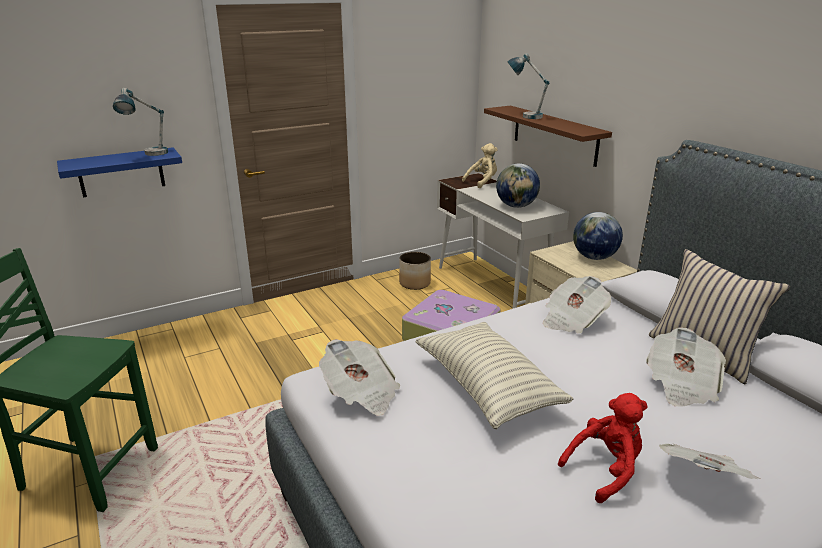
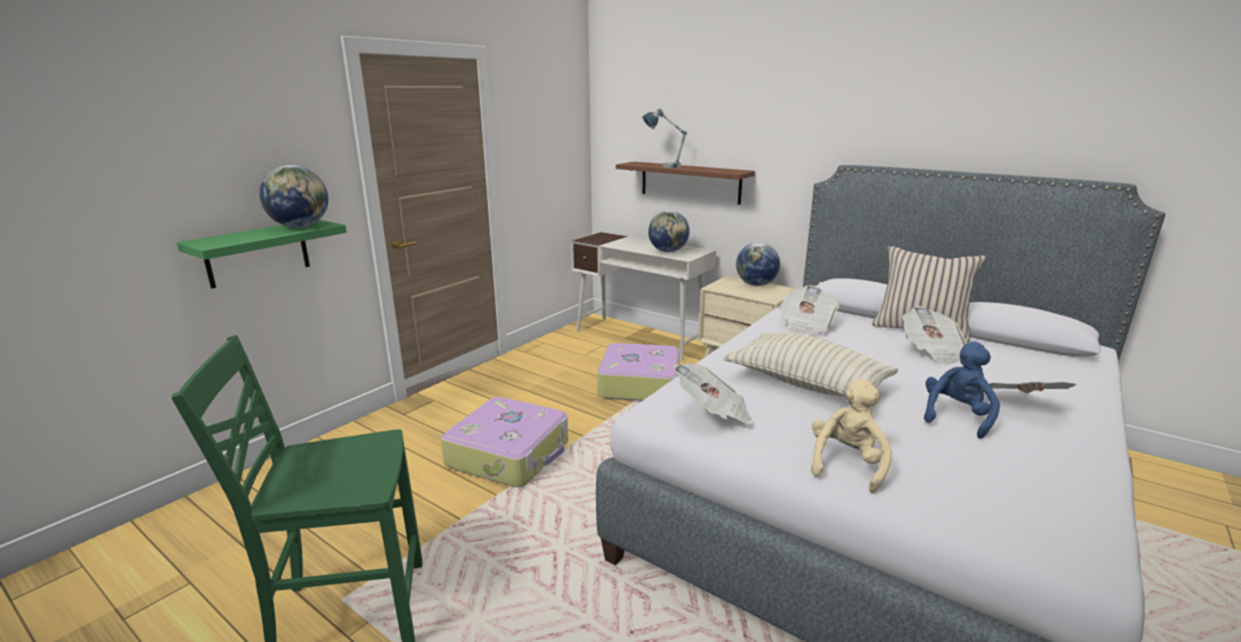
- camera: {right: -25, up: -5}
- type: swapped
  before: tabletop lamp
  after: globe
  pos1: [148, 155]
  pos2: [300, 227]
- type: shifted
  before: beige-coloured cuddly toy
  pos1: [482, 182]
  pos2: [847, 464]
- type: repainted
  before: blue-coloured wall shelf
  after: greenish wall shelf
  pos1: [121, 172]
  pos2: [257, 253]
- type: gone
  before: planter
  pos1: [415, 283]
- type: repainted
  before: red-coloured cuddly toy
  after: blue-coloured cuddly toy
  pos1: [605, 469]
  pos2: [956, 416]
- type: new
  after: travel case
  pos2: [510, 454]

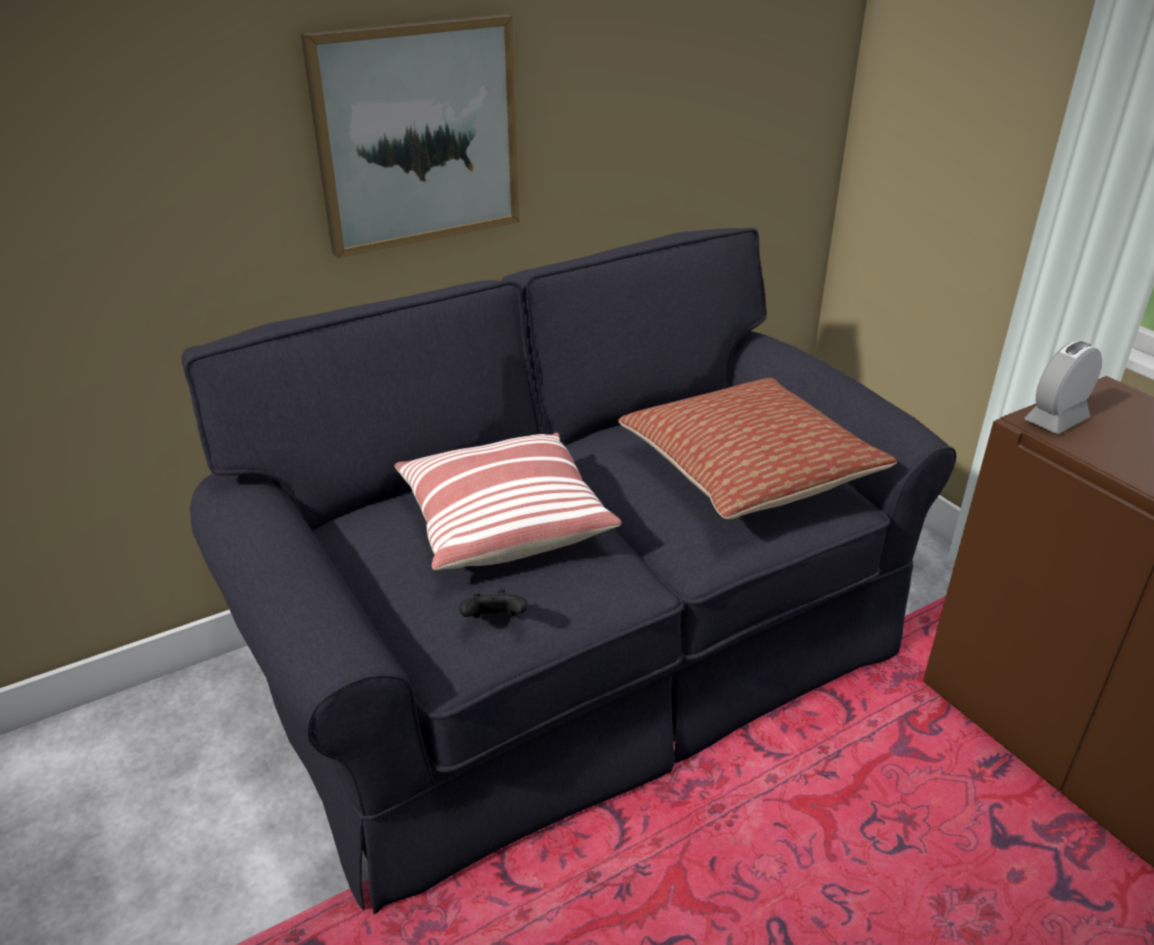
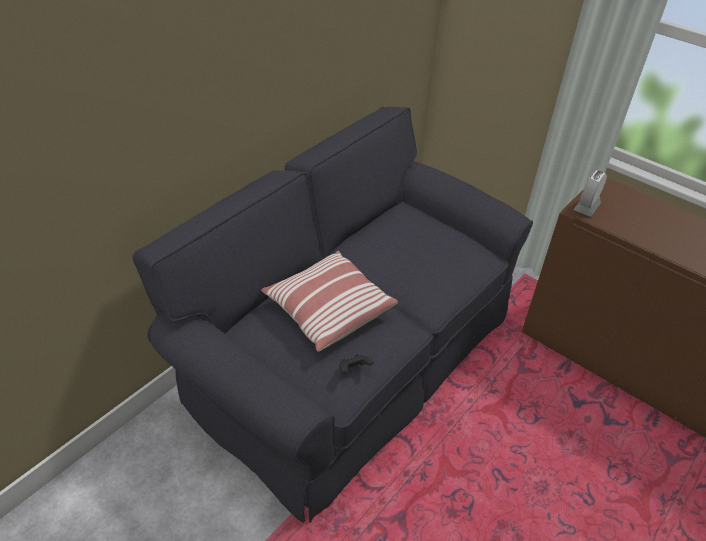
- camera: {right: -20, up: 10}
- type: gone
  before: wall picture
  pos1: [417, 135]
- type: gone
  before: cushion
  pos1: [748, 470]

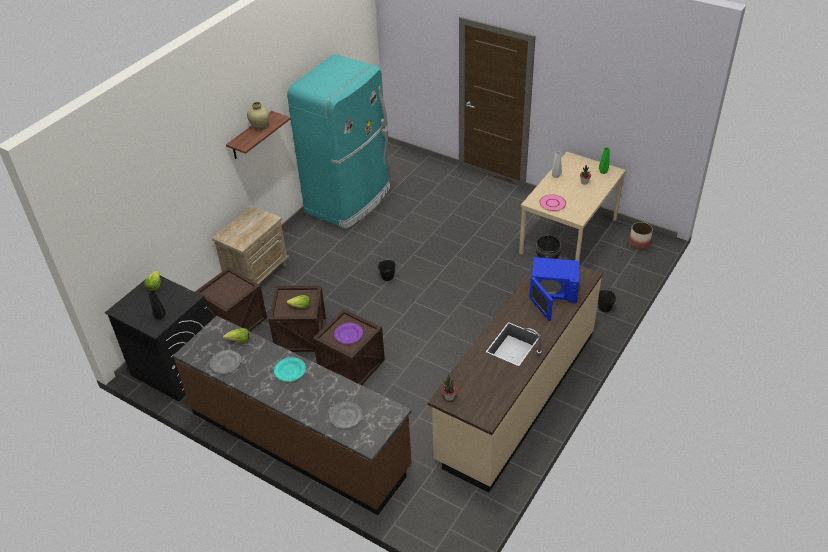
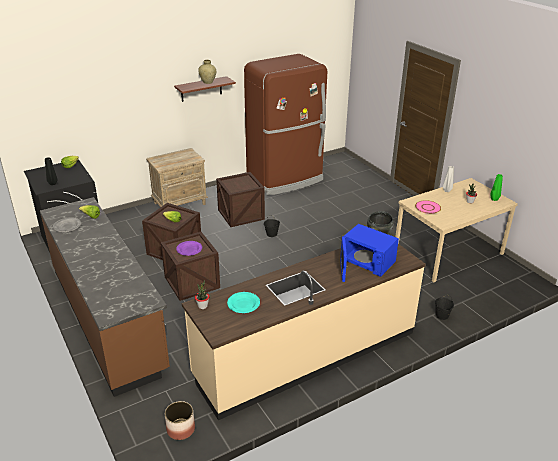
- camera: {right: 25, up: -10}
- type: repainted
  before: blue-green refrigerator
  after: brown refrigerator
  pos1: [349, 200]
  pos2: [285, 179]
- type: shifted
  before: planter
  pos1: [639, 242]
  pos2: [180, 429]
- type: shifted
  before: shipping crate
  pos1: [235, 321]
  pos2: [241, 214]
- type: shifted
  before: blue-green flat dish
  pos1: [290, 370]
  pos2: [243, 304]
- type: gone
  before: greyish flat dish
  pos1: [345, 416]

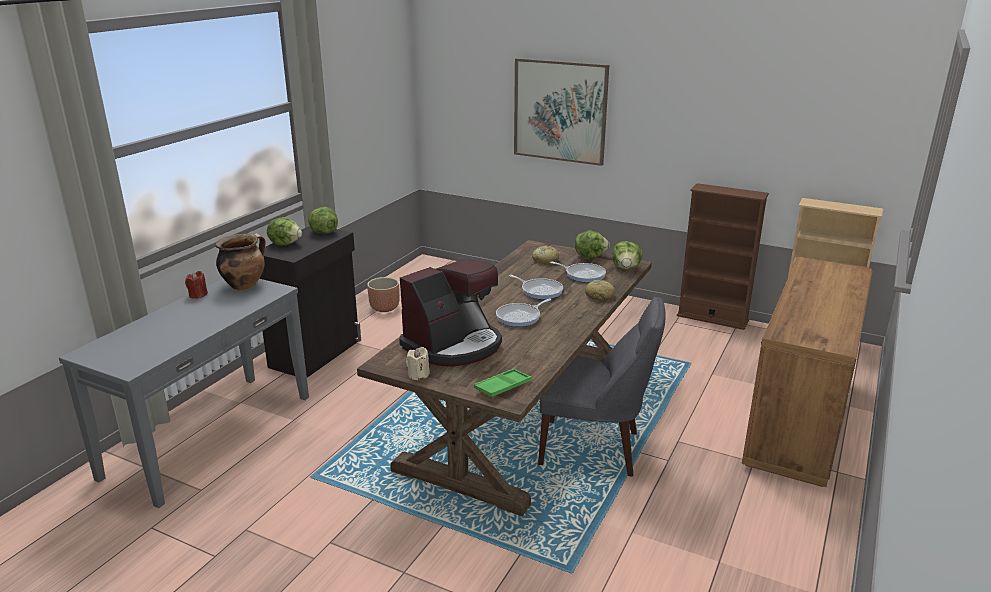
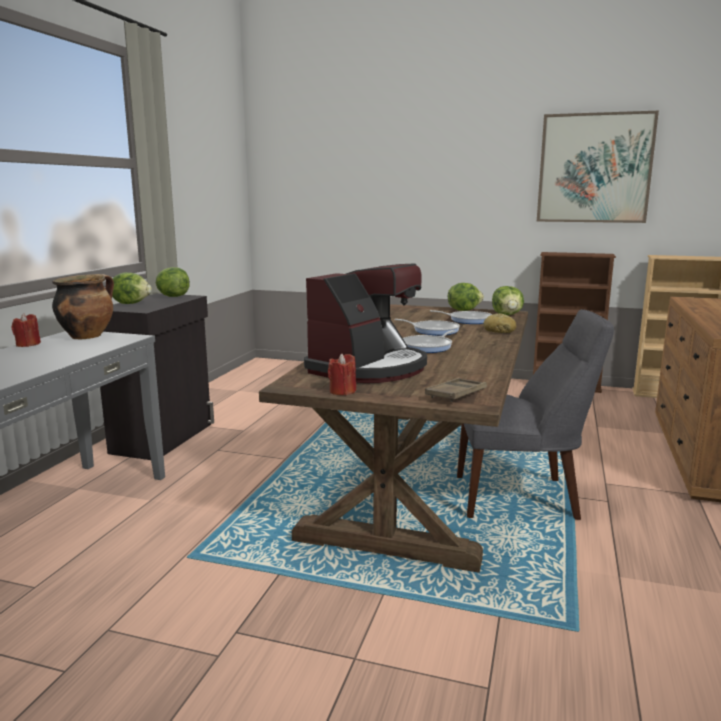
- camera: {right: -10, up: -10}
- type: shifted
  before: wall picture
  pos1: [560, 111]
  pos2: [594, 168]
- type: gone
  before: bakery bread
  pos1: [545, 260]
- type: gone
  before: brown planter
  pos1: [384, 308]
- type: repainted
  before: beige-coloured wax light
  after: red-coloured wax light
  pos1: [418, 375]
  pos2: [342, 391]
- type: repainted
  before: greenish serving tray
  after: brown serving tray
  pos1: [503, 386]
  pos2: [456, 394]

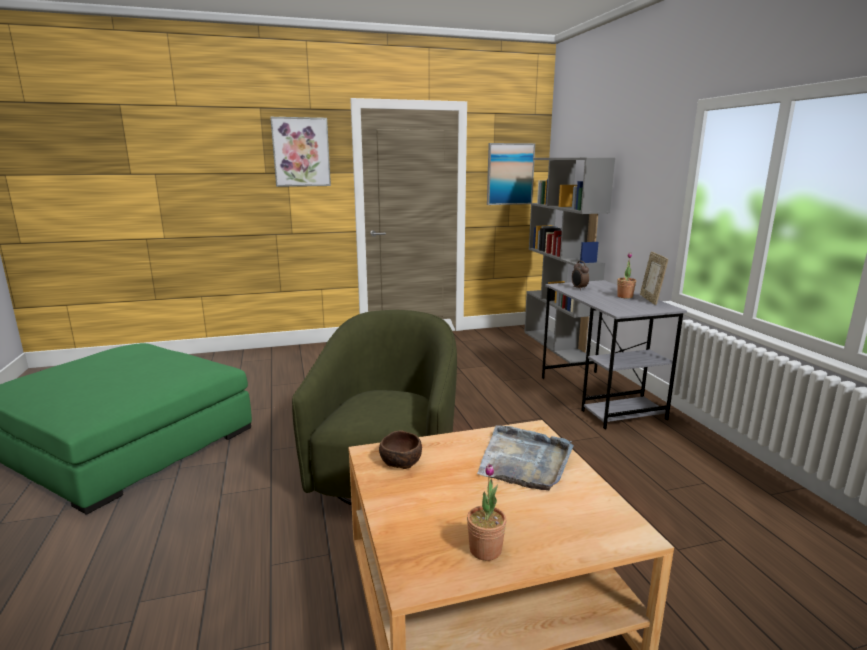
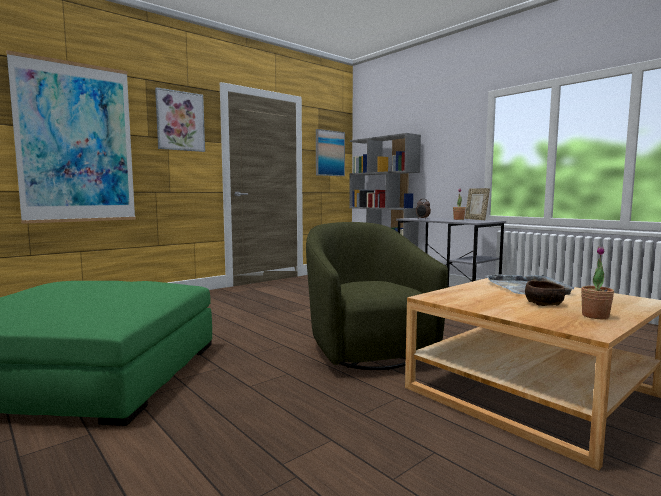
- camera: {right: -25, up: -10}
- type: shifted
  before: brown serving bowl
  pos1: [401, 462]
  pos2: [544, 303]
- type: new
  after: wall picture
  pos2: [76, 143]

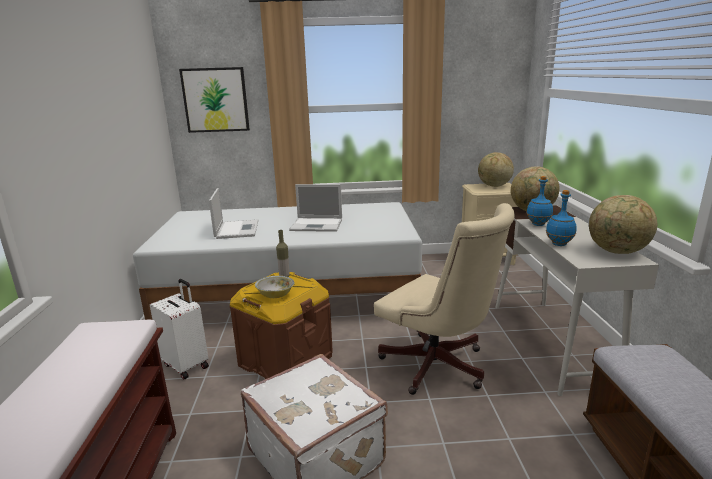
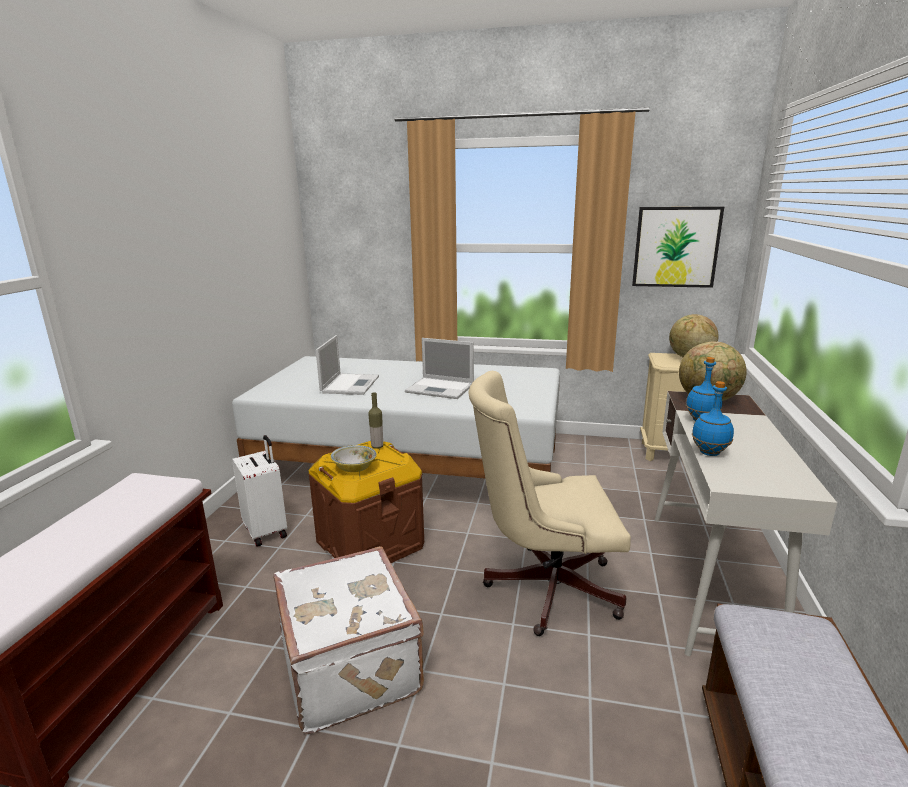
- camera: {right: 15, up: 0}
- type: shifted
  before: wall picture
  pos1: [215, 100]
  pos2: [676, 247]
- type: gone
  before: globe
  pos1: [617, 252]
- type: rotated
  before: beige-coloured office chair
  pos1: [439, 368]
  pos2: [543, 587]
  turn: 120

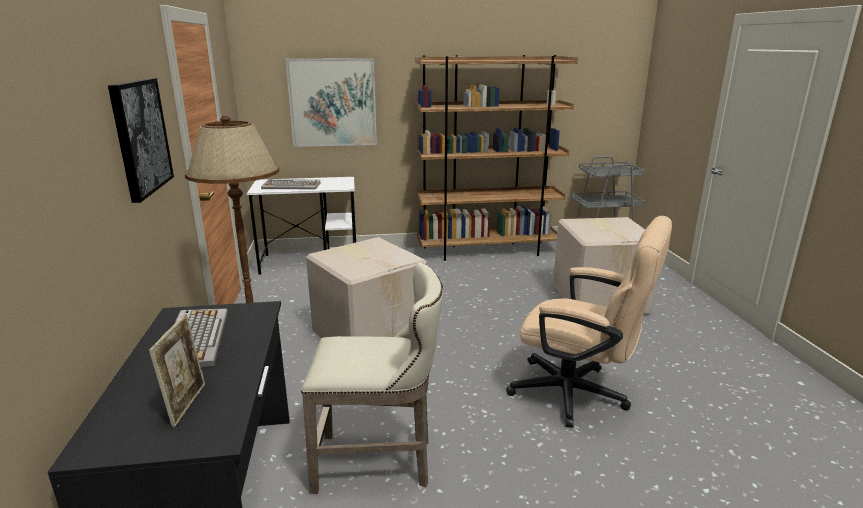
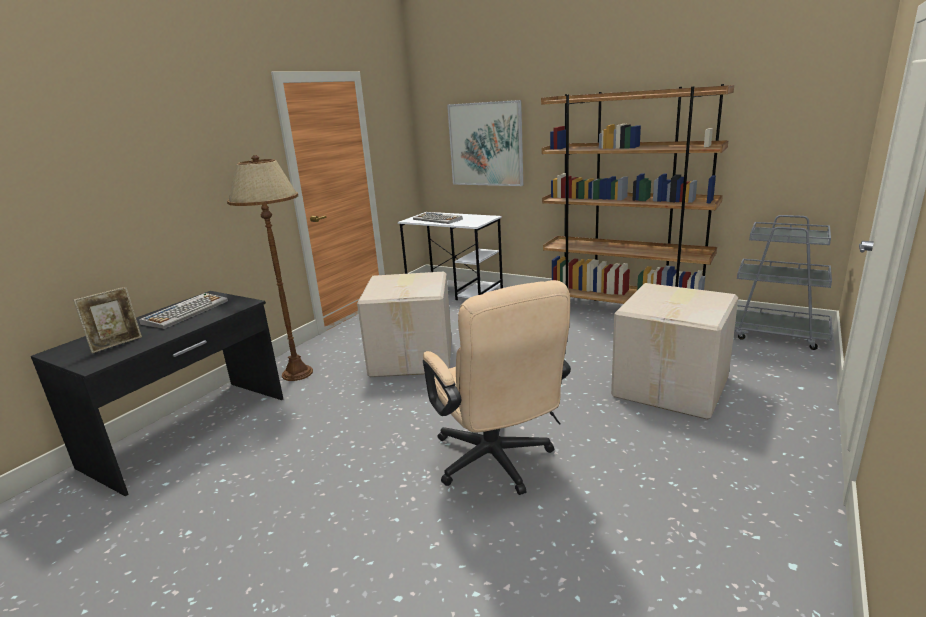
- camera: {right: 40, up: 0}
- type: gone
  before: wall picture
  pos1: [140, 137]
- type: gone
  before: beige-coloured stool
  pos1: [380, 463]

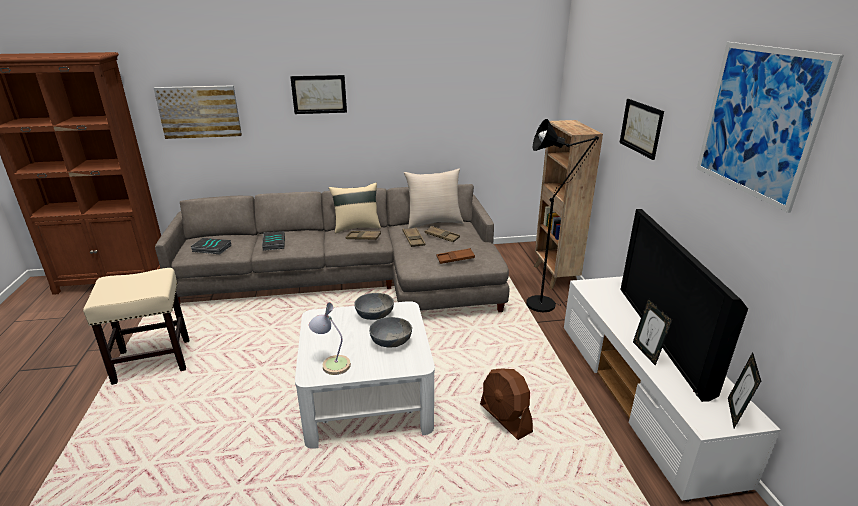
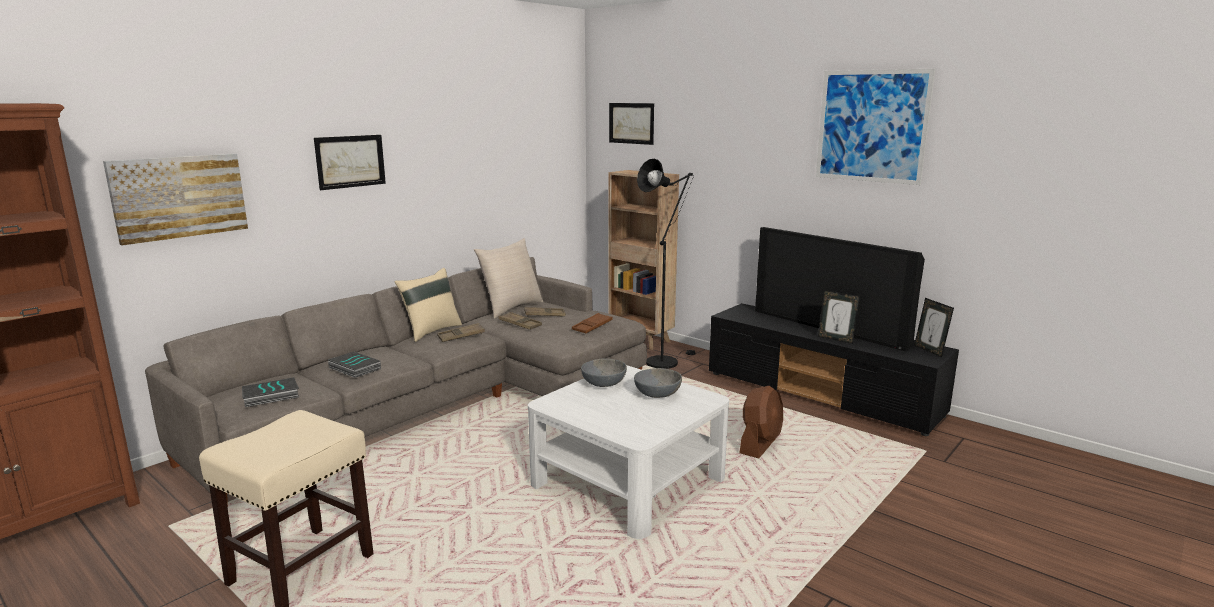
- camera: {right: -40, up: -10}
- type: shifted
  before: wall picture
  pos1: [641, 128]
  pos2: [631, 123]
- type: repainted
  before: white-coloured tv unit
  after: blackish tv unit
  pos1: [641, 397]
  pos2: [822, 394]
- type: gone
  before: tabletop lamp
  pos1: [331, 363]
- type: rotated
  before: brown electric fan
  pos1: [505, 418]
  pos2: [760, 444]
  turn: -75

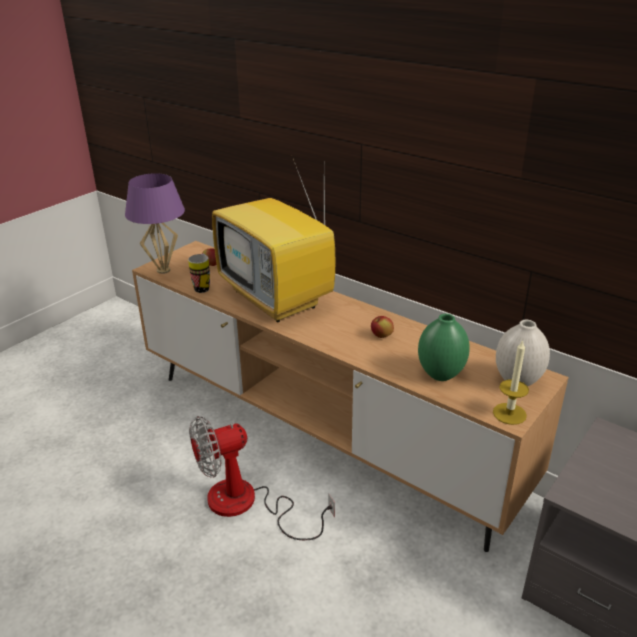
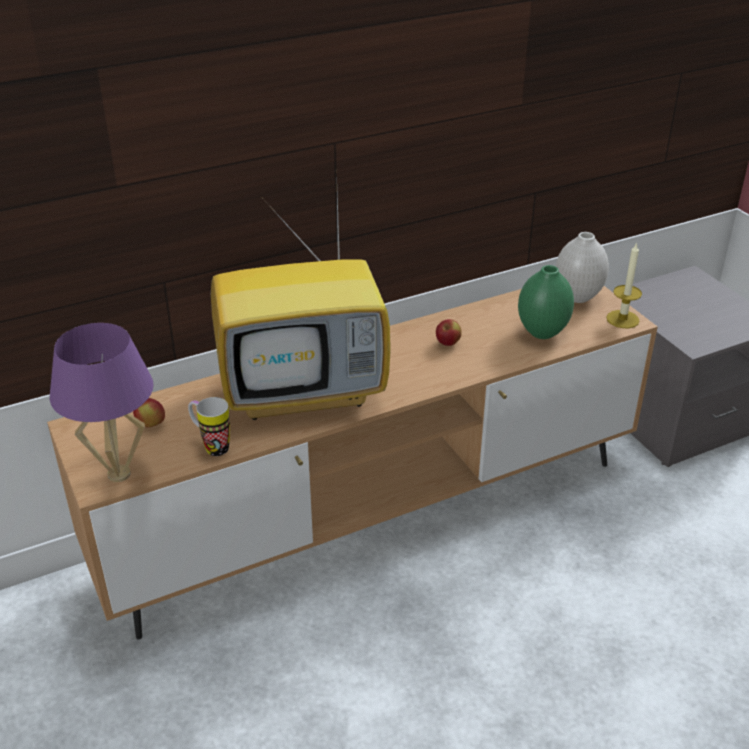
- camera: {right: -65, up: 5}
- type: gone
  before: electric fan
  pos1: [247, 505]

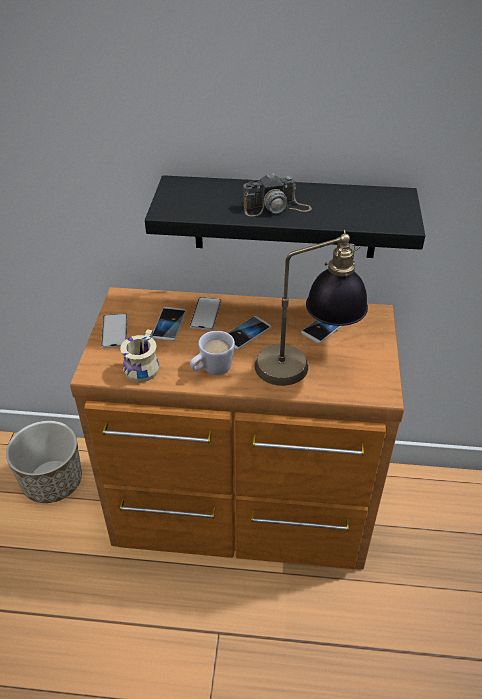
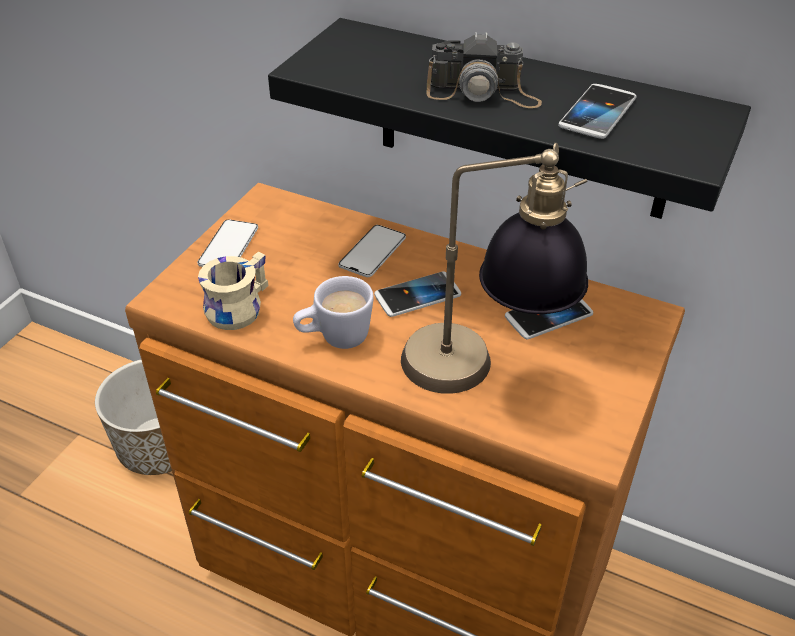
- camera: {right: 20, up: 0}
- type: shifted
  before: phone
  pos1: [169, 325]
  pos2: [597, 113]

